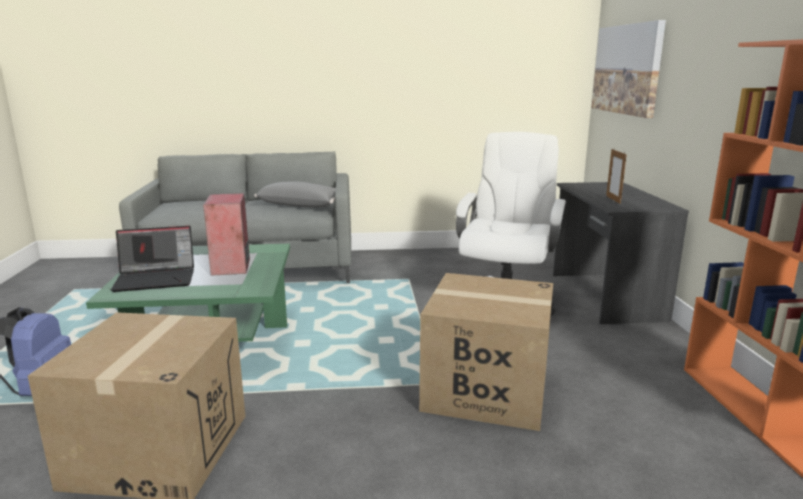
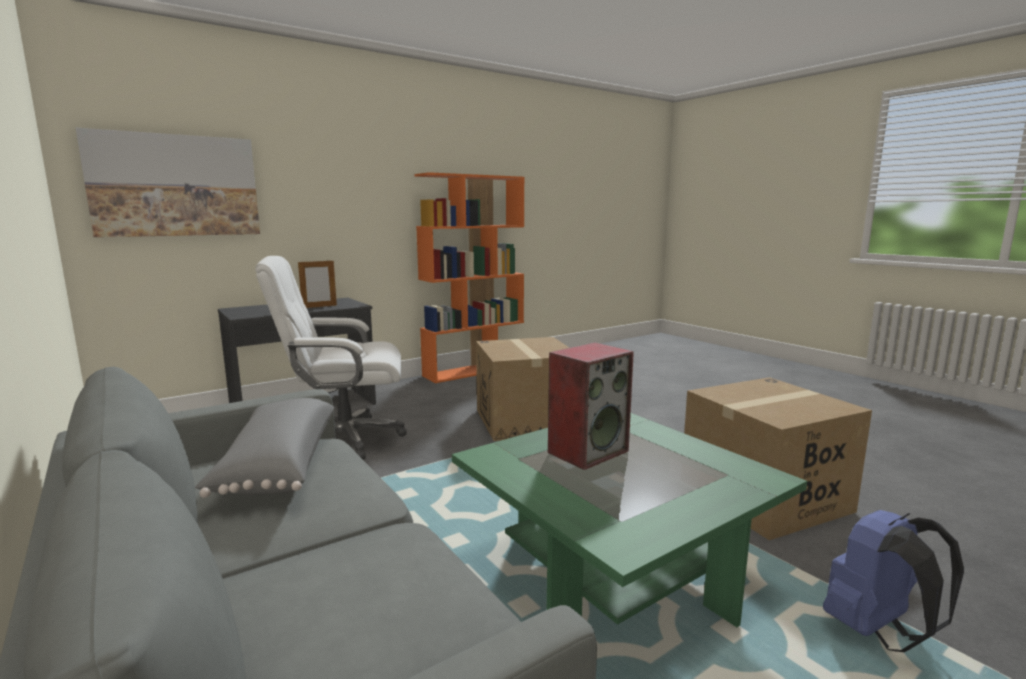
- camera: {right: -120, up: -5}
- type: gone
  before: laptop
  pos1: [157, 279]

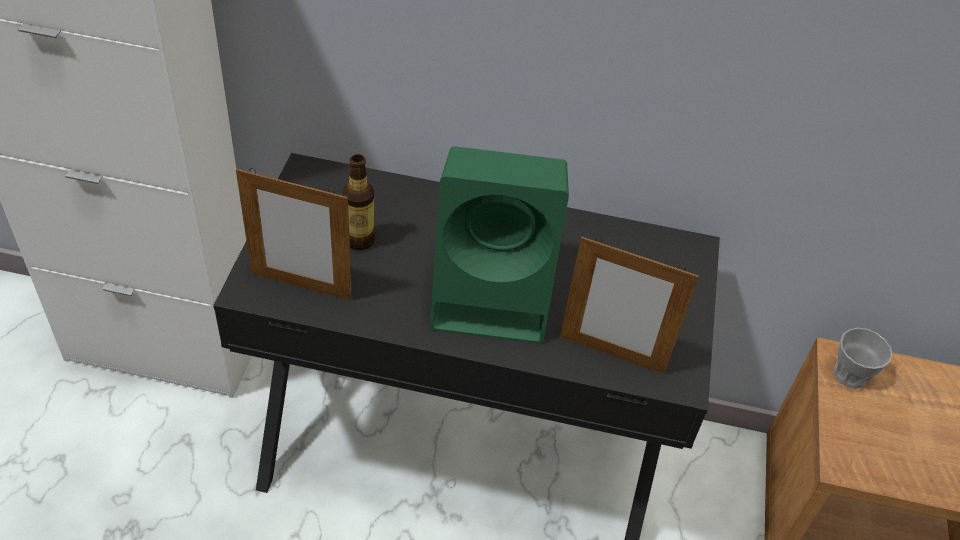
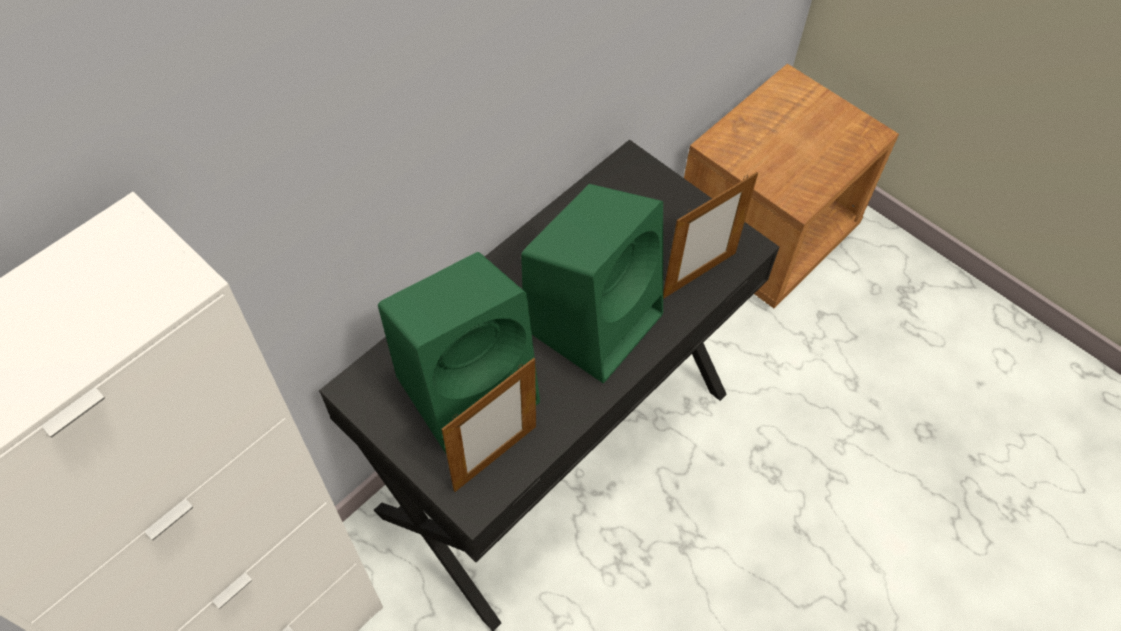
- camera: {right: -55, up: 10}
- type: swapped
  before: bottle
  after: greenish loudspeaker
  pos1: [359, 240]
  pos2: [470, 386]
- type: gone
  before: cup
  pos1: [850, 374]

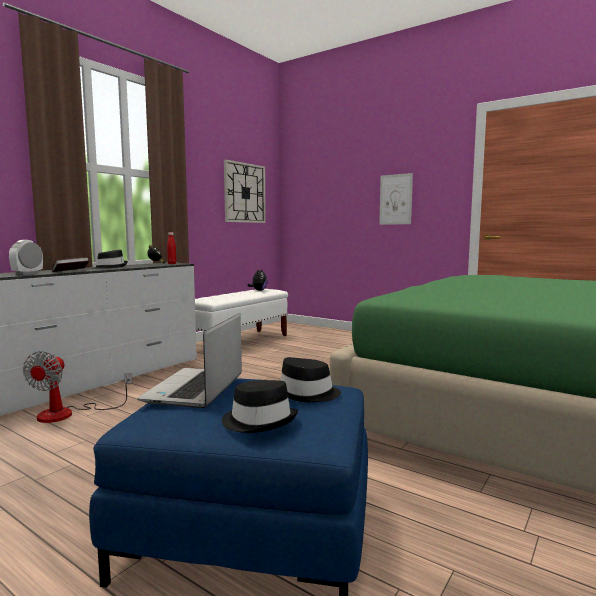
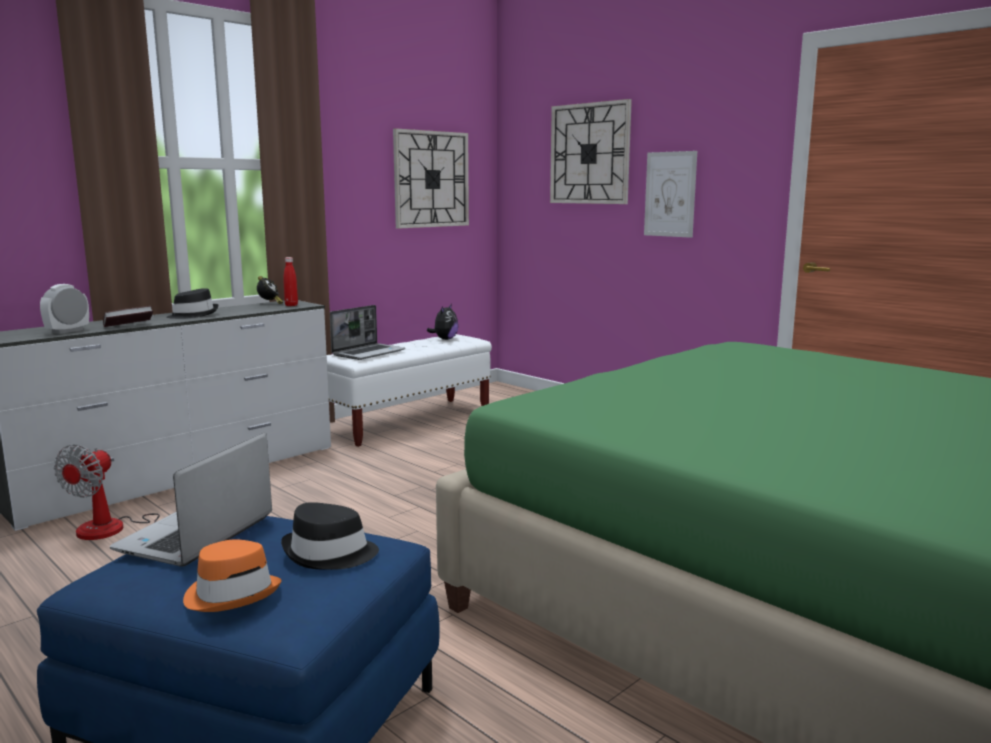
- camera: {right: 10, up: 5}
- type: repainted
  before: blackish wearable hat
  after: orangey wearable hat
  pos1: [259, 421]
  pos2: [232, 593]
- type: new
  after: clock on the wall
  pos2: [590, 154]
- type: new
  after: laptop
  pos2: [368, 353]

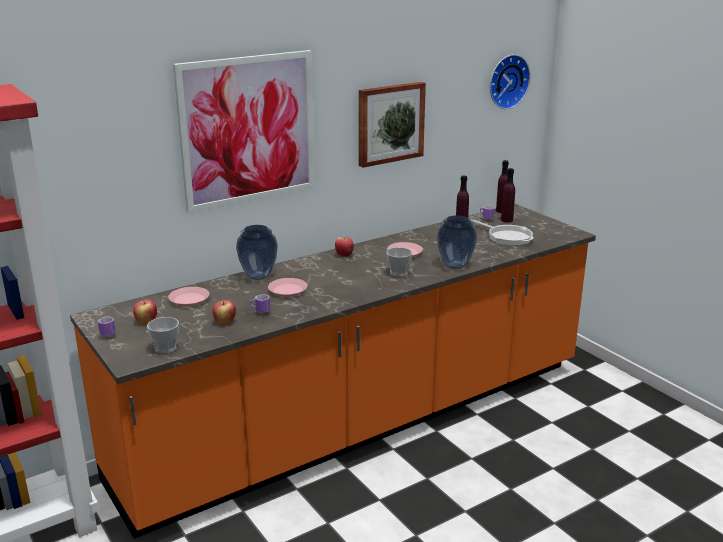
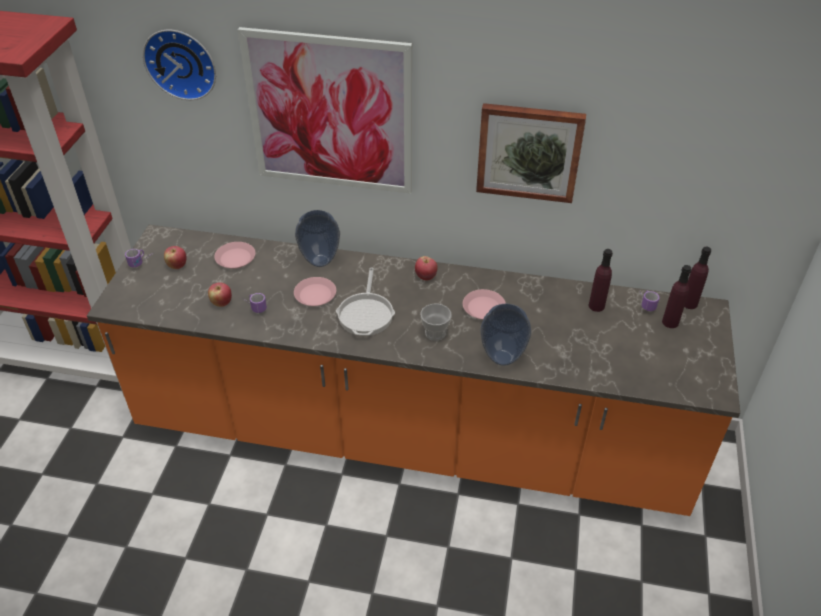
- camera: {right: 45, up: 20}
- type: shifted
  before: clock on the wall
  pos1: [507, 81]
  pos2: [182, 62]
- type: shifted
  before: frying pan
  pos1: [507, 237]
  pos2: [366, 314]
- type: gone
  before: cup
  pos1: [165, 348]

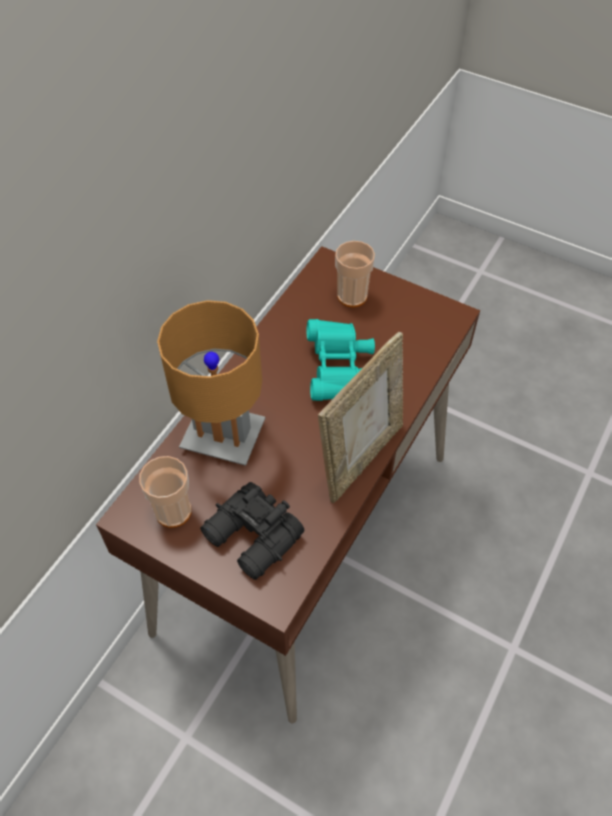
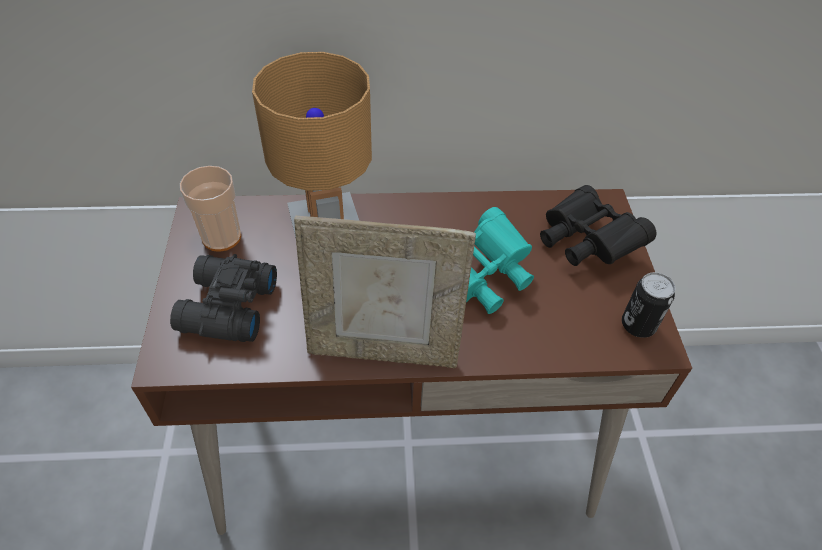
- camera: {right: 55, up: -5}
- type: swapped
  before: cup
  after: blackish binoculars
  pos1: [352, 296]
  pos2: [585, 242]
- type: new
  after: sealed can
  pos2: [638, 325]

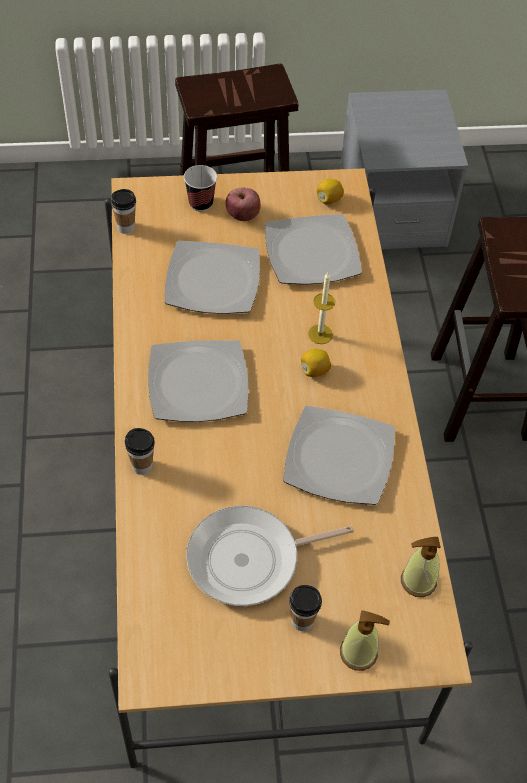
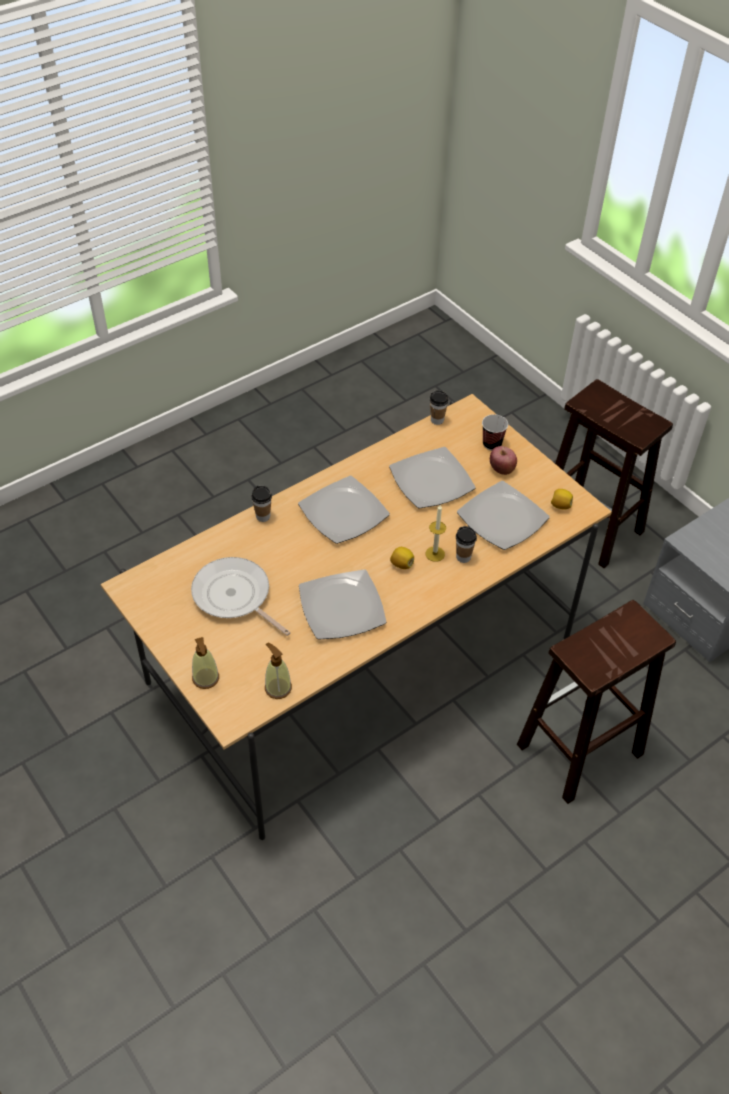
- camera: {right: 60, up: -5}
- type: shifted
  before: cup
  pos1: [302, 621]
  pos2: [463, 557]

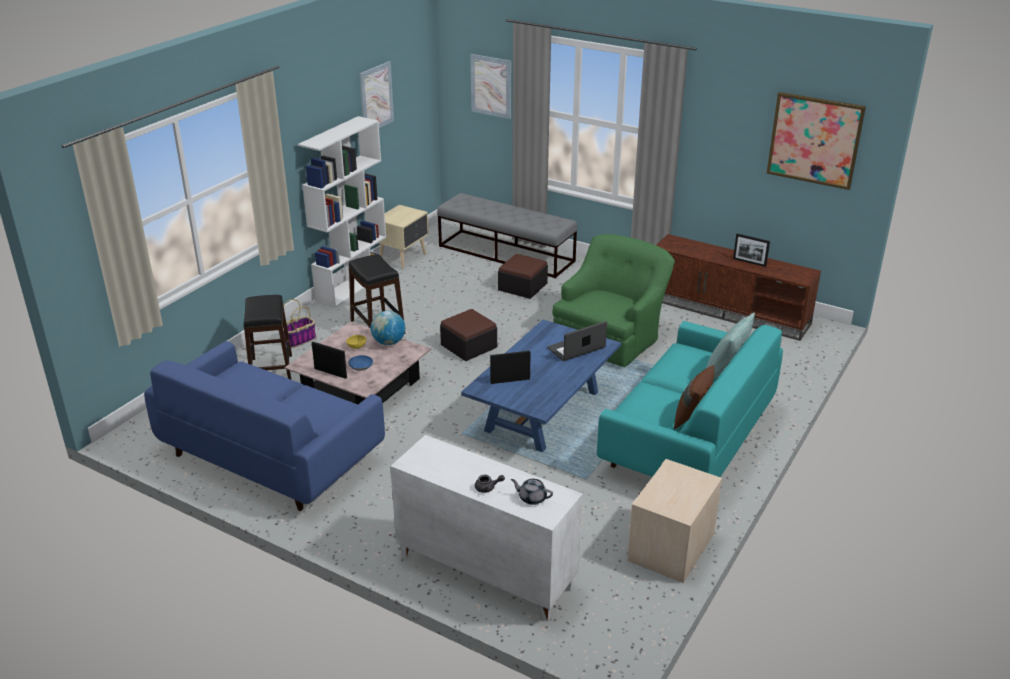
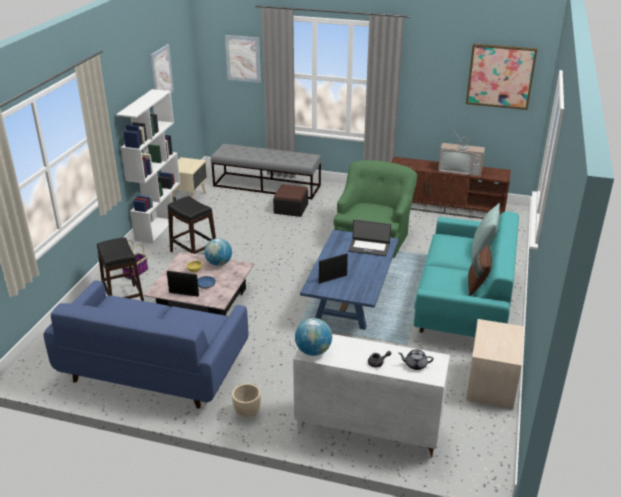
- camera: {right: -15, up: 0}
- type: swapped
  before: photo frame
  after: television
  pos1: [749, 262]
  pos2: [460, 170]
- type: gone
  before: footrest
  pos1: [469, 346]
- type: rotated
  before: laptop
  pos1: [576, 348]
  pos2: [369, 247]
  turn: -120
- type: new
  after: globe
  pos2: [313, 351]
- type: new
  after: beige-coloured planter
  pos2: [247, 412]

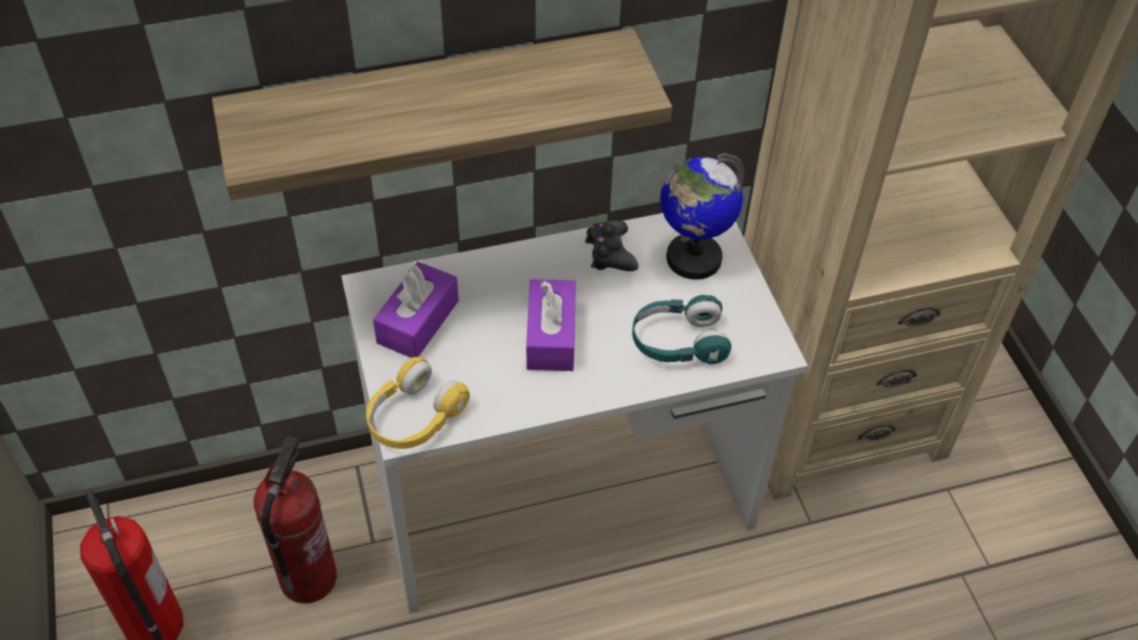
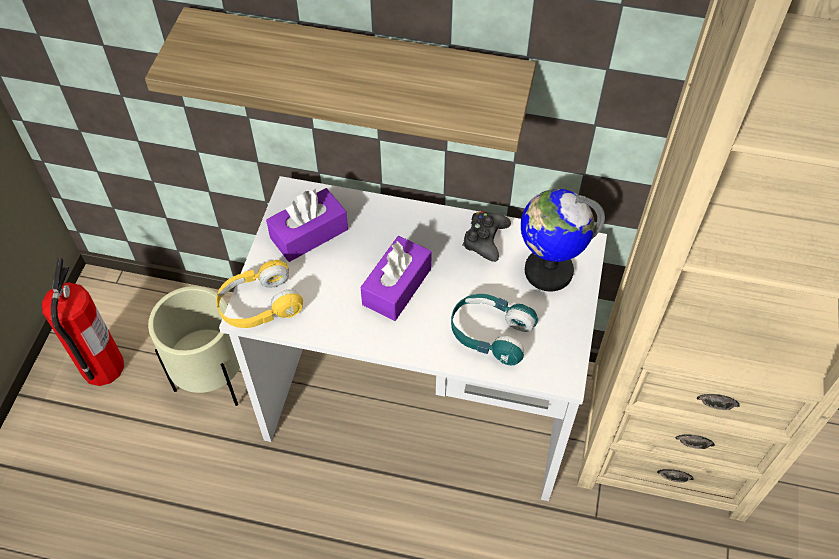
- camera: {right: 30, up: 5}
- type: swapped
  before: fire-fighting cylinder
  after: beige-coloured planter
  pos1: [307, 577]
  pos2: [213, 381]

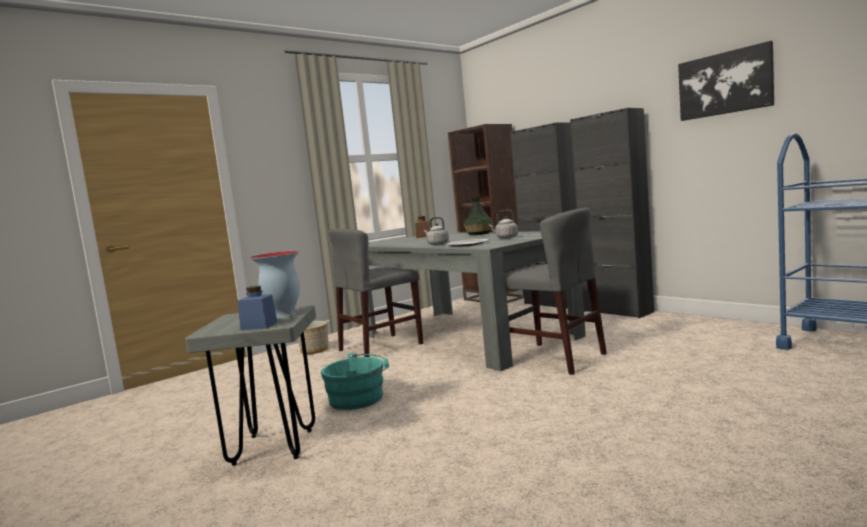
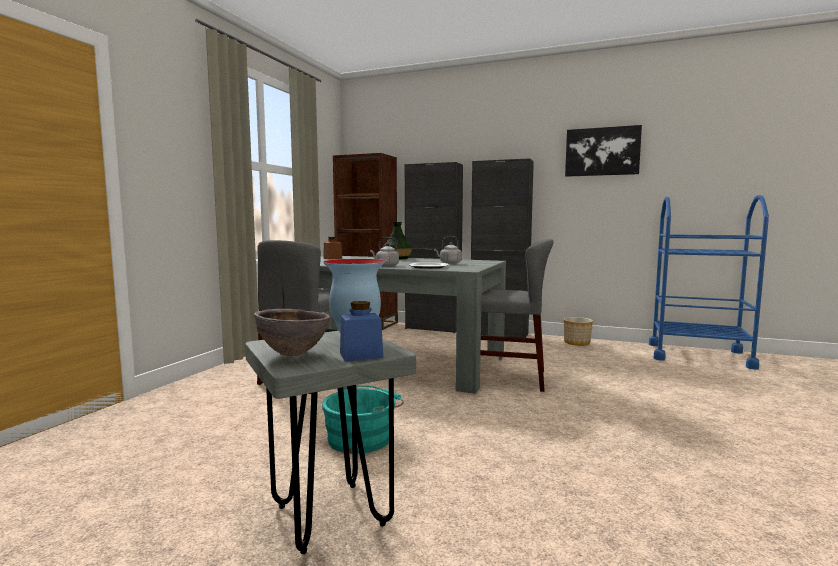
- camera: {right: -30, up: 0}
- type: shifted
  before: planter
  pos1: [315, 350]
  pos2: [577, 343]
- type: new
  after: brown serving bowl
  pos2: [294, 354]

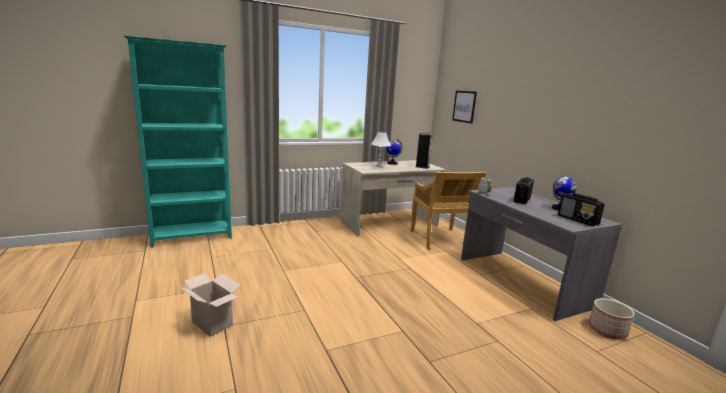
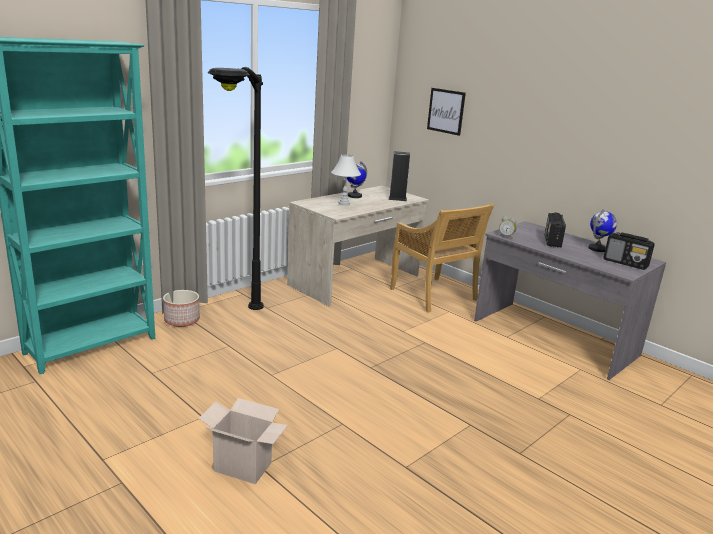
- camera: {right: -20, up: 5}
- type: shifted
  before: planter
  pos1: [607, 330]
  pos2: [182, 320]
- type: new
  after: blackish floor lamp
  pos2: [238, 328]

